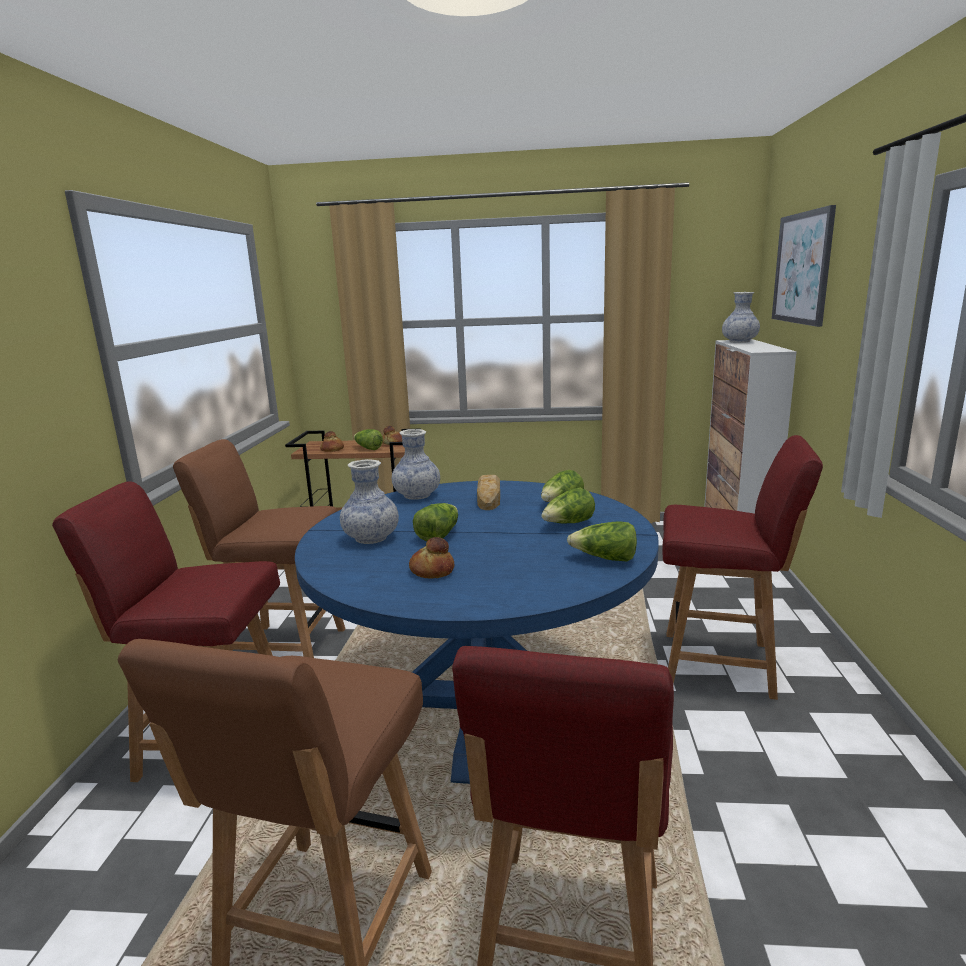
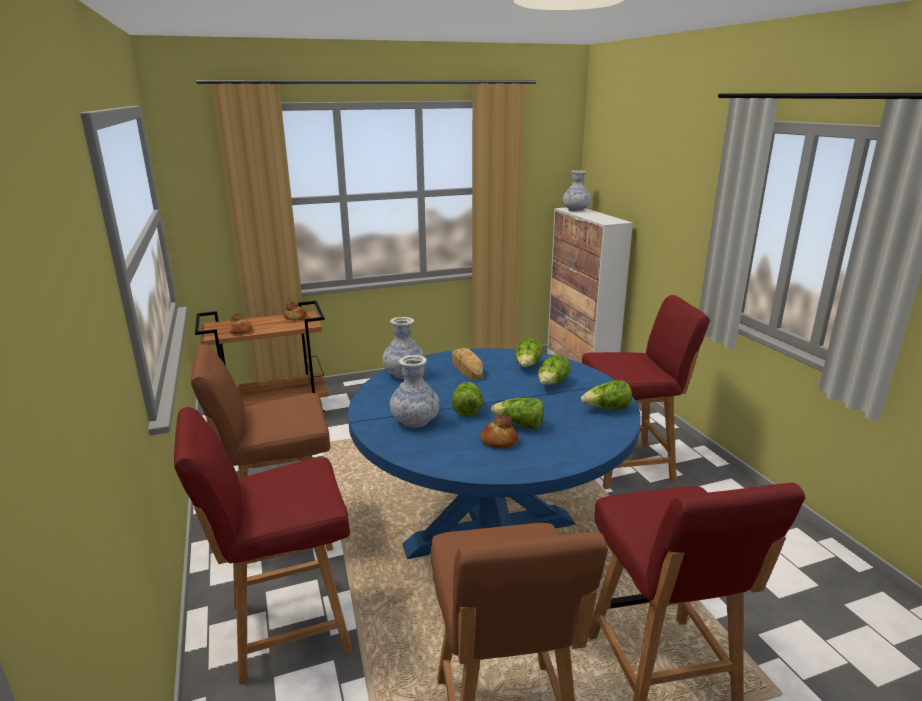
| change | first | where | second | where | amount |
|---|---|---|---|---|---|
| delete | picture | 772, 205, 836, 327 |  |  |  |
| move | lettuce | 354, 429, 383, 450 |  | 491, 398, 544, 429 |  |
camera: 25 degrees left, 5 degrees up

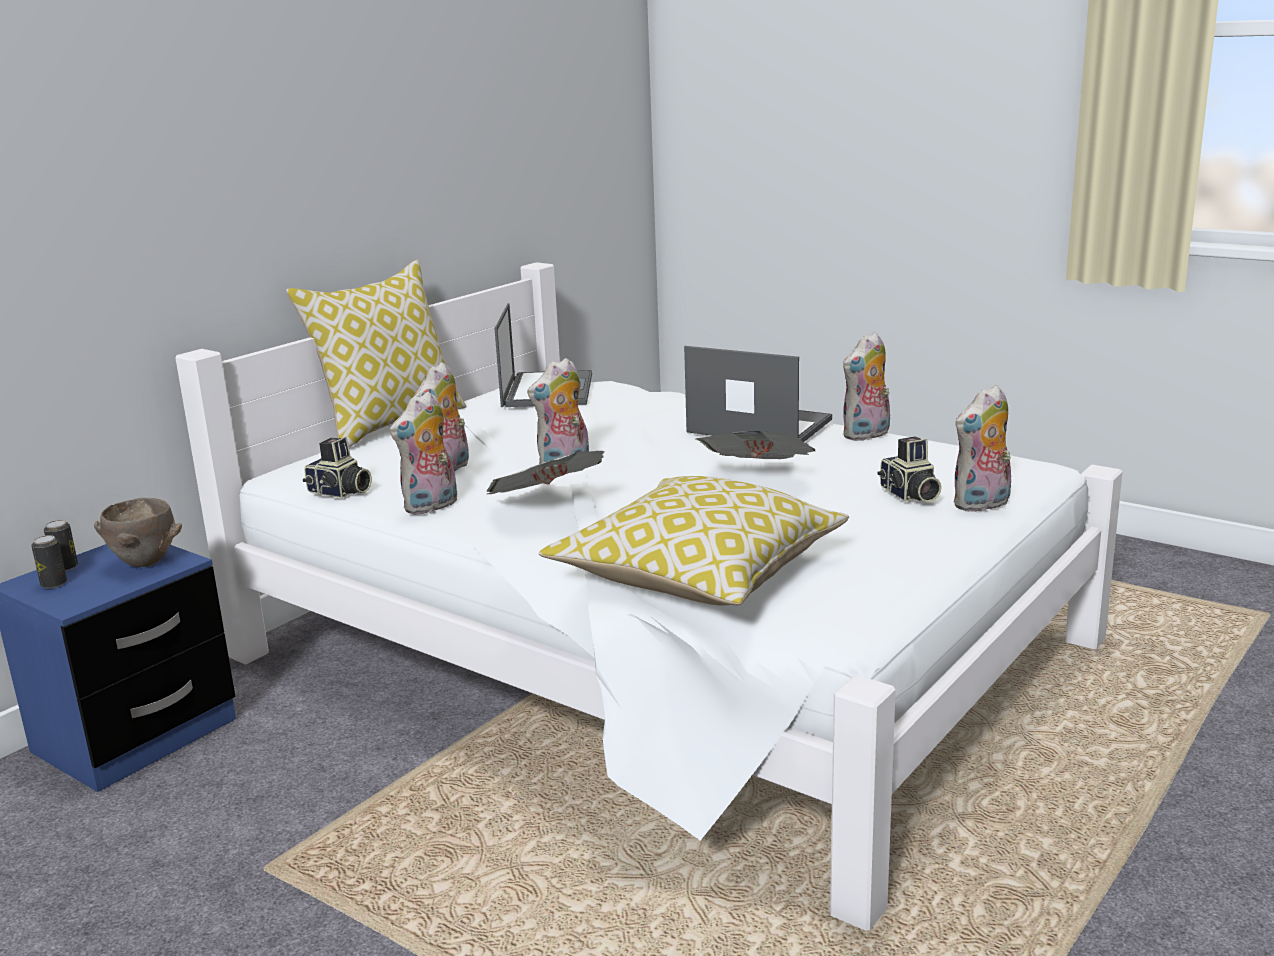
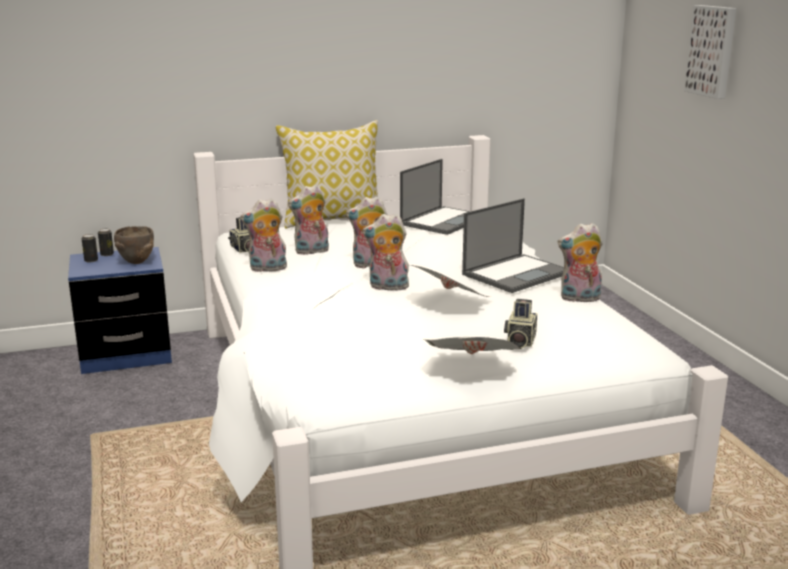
| change | first | where | second | where | amount |
|---|---|---|---|---|---|
| rotate | laptop | 684, 346, 832, 442 |  | 462, 198, 564, 293 | 75 degrees clockwise |
| move | plush toy | 953, 385, 1011, 512 |  | 363, 214, 409, 291 |  |
| move | newspaper | 487, 451, 604, 494 |  | 422, 337, 522, 354 |  |
| delete | pillow | 539, 476, 849, 606 |  |  |  |
| insert |  |  | picture | 684, 5, 736, 99 |  |
camera: 35 degrees right, 0 degrees up

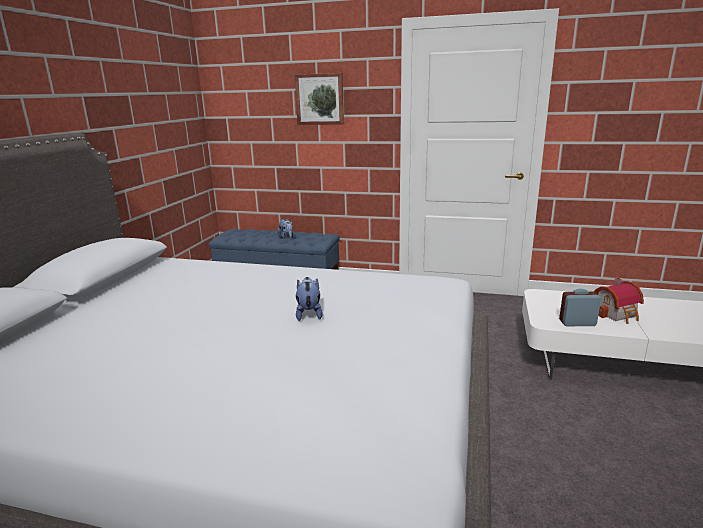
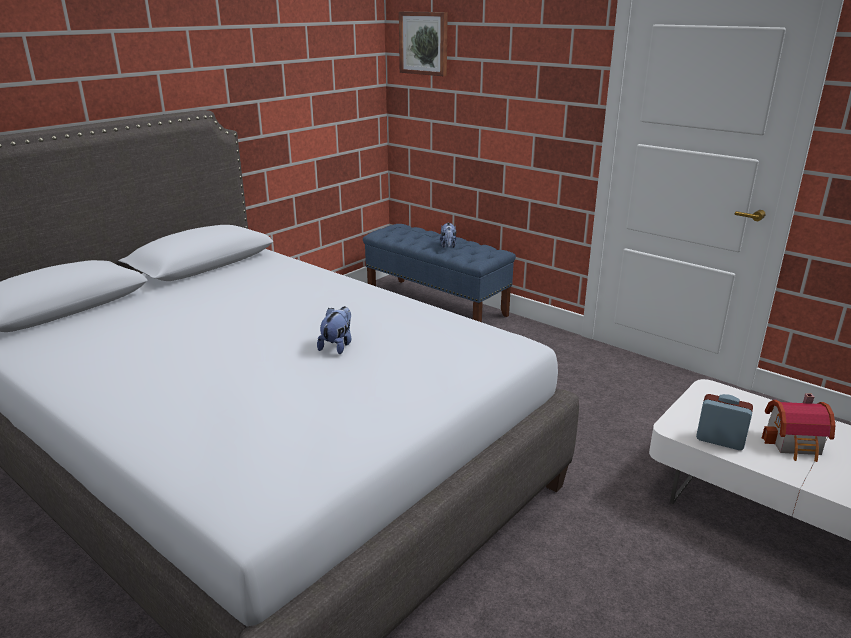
| change | first | where | second | where | amount |
|---|---|---|---|---|---|
| move | picture | 294, 73, 344, 125 |  | 399, 11, 448, 76 |  |
camera: 25 degrees right, 5 degrees up

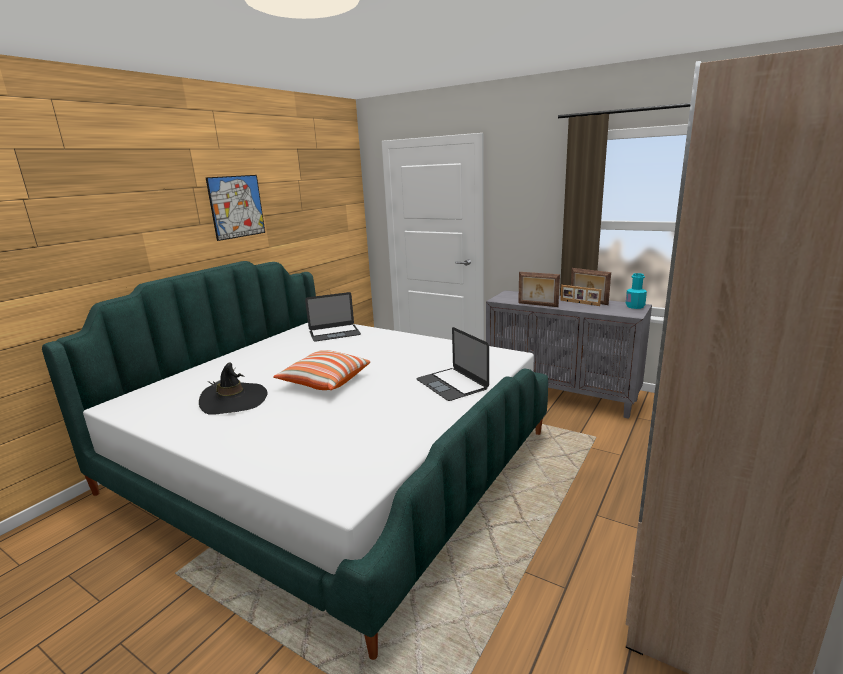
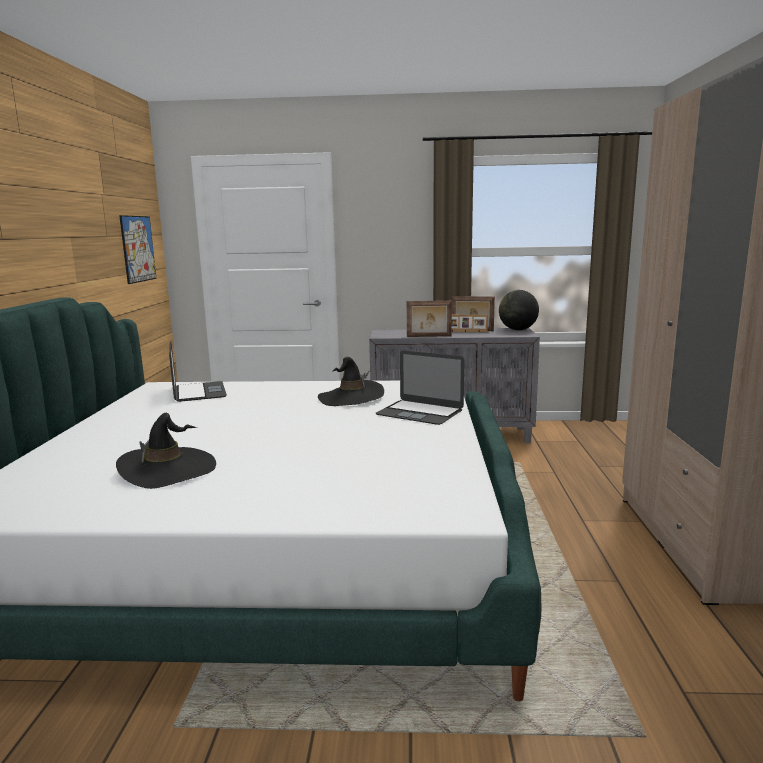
| change | first | where | second | where | amount |
|---|---|---|---|---|---|
| move | picture | 205, 175, 265, 241 |  | 119, 215, 157, 284 |  |
| replace | turquoise bottle | 626, 273, 647, 309 | globe | 499, 290, 539, 330 |  |
| rotate | laptop | 305, 292, 361, 342 |  | 169, 342, 227, 402 | 60 degrees counterclockwise |
| delete | pillow | 273, 350, 370, 390 |  |  |  |
| insert |  |  | black hat | 318, 357, 384, 406 |  |
camera: 30 degrees left, 5 degrees down

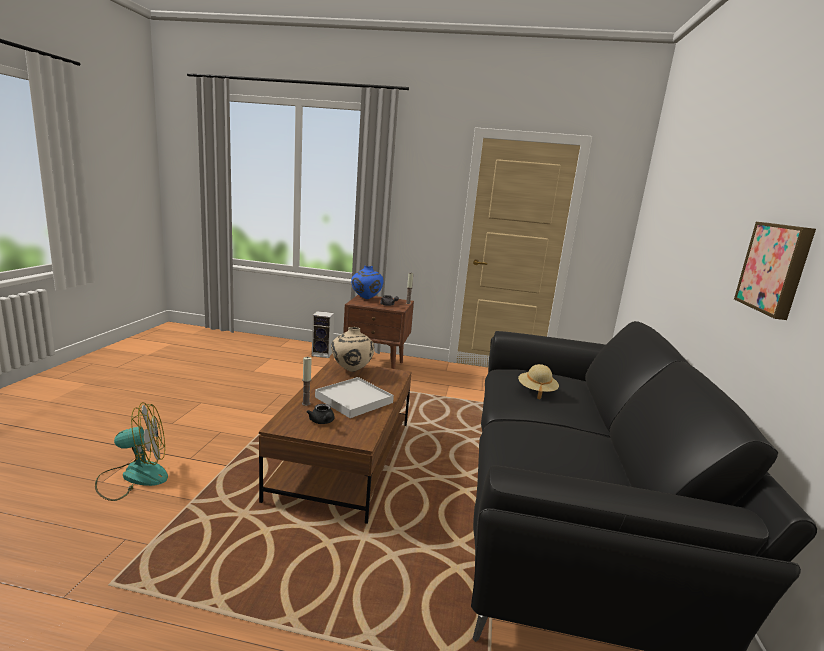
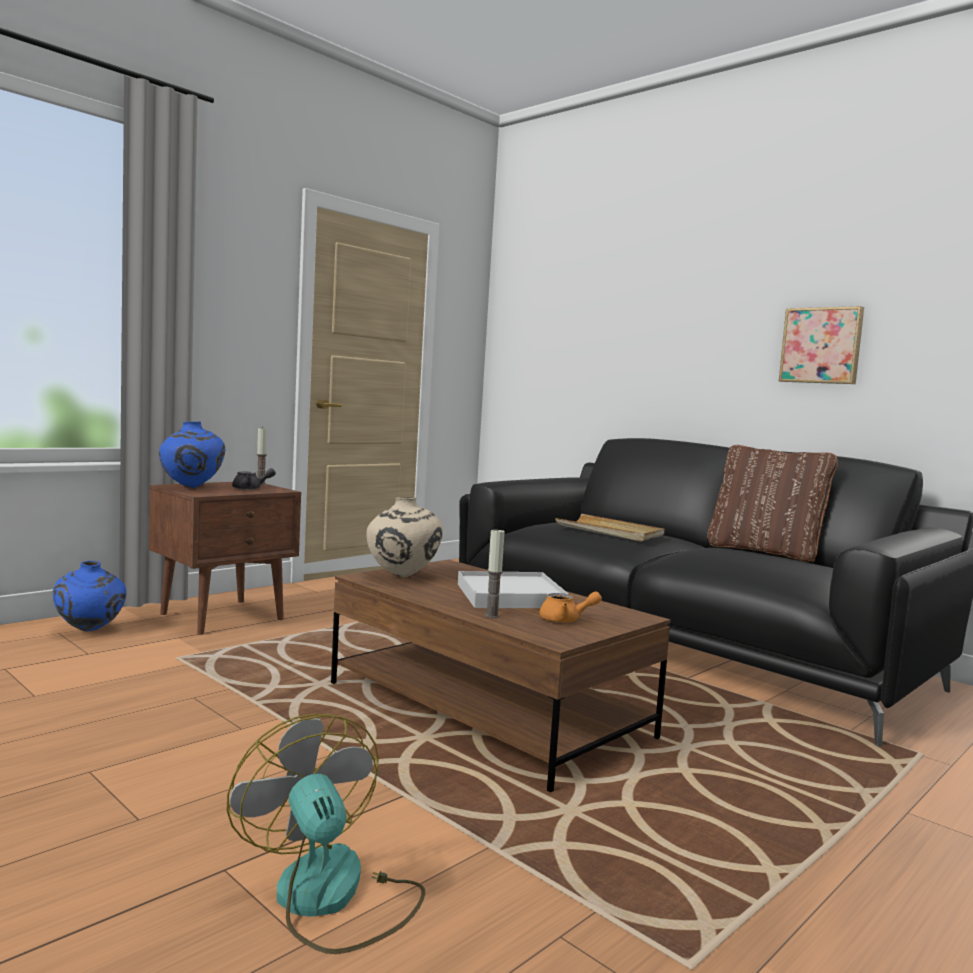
| change | first | where | second | where | amount |
|---|---|---|---|---|---|
| replace | speaker | 312, 311, 334, 358 | blue vase | 53, 561, 126, 631 |  |
| replace | beige hat | 518, 364, 559, 400 | beige tray | 555, 514, 664, 541 |  |
| rotate | fan | 95, 402, 168, 501 |  | 227, 713, 425, 954 | 45 degrees counterclockwise |
| recolor | black teapot | 307, 404, 335, 424 | orange teapot | 540, 592, 602, 623 |  |
| insert |  |  | brown pillow | 707, 445, 838, 562 |  |
camera: 55 degrees left, 10 degrees down

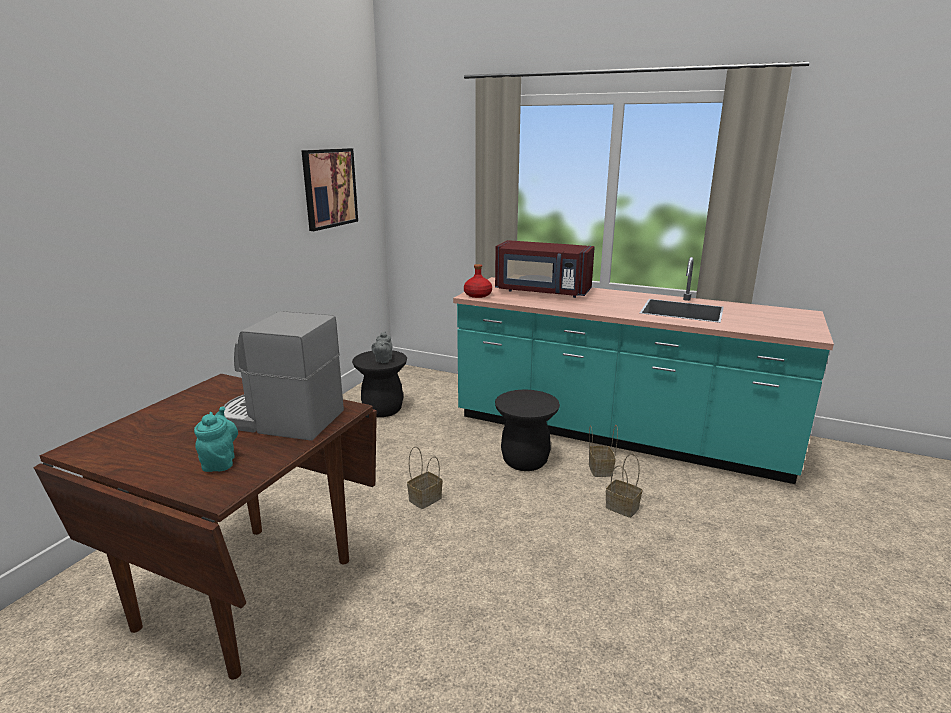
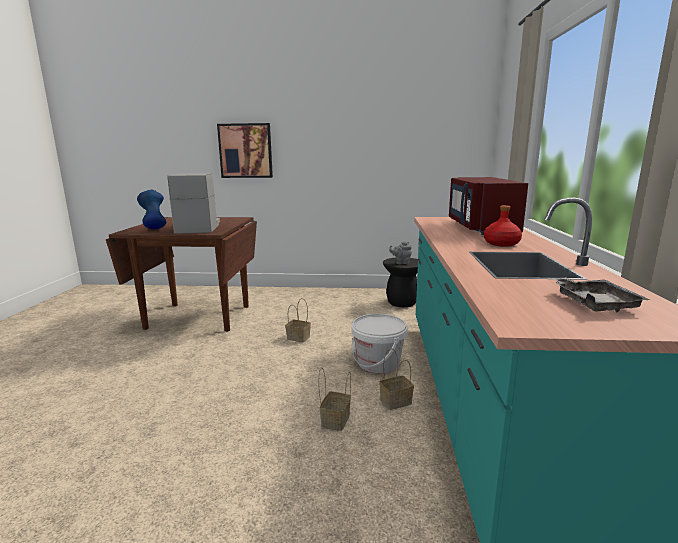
| change | first | where | second | where | amount |
|---|---|---|---|---|---|
| move | picture | 301, 148, 358, 231 |  | 217, 123, 273, 178 |  |
| move | red bottle | 464, 264, 492, 298 |  | 484, 205, 522, 247 |  |
| replace | black stool | 495, 389, 560, 471 | white bucket | 351, 314, 408, 373 |  |
| replace | turquoise teapot | 194, 407, 238, 472 | blue vase | 137, 190, 166, 230 |  |
| insert |  |  | grey tray | 551, 277, 650, 312 |  |
camera: 70 degrees right, 5 degrees down

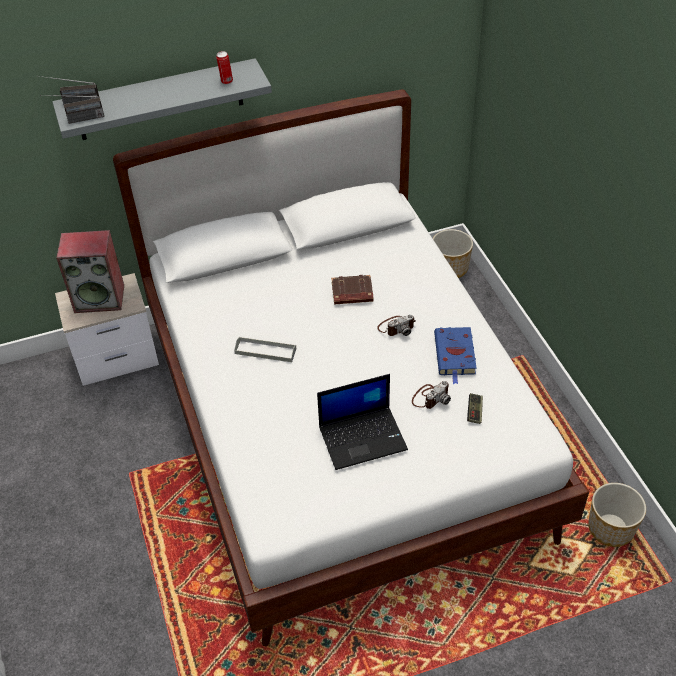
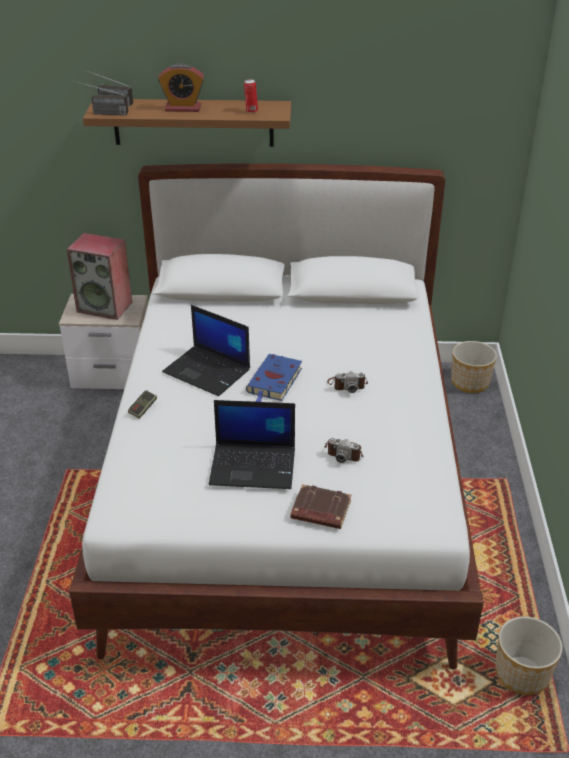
| change | first | where | second | where | amount |
|---|---|---|---|---|---|
| recolor | grey shelf | 52, 58, 272, 140 | brown shelf | 83, 99, 291, 147 |  |
| move | brown book | 331, 275, 374, 304 |  | 291, 484, 351, 529 |  |
| move | blue book | 434, 327, 477, 384 |  | 246, 354, 302, 402 |  |
| replace | grey tray | 234, 337, 296, 362 | laptop | 162, 305, 250, 396 |  |
| rotate | photo camera | 412, 381, 451, 409 |  | 324, 438, 364, 463 | 45 degrees clockwise |
| move | game controller | 467, 393, 483, 424 |  | 128, 390, 157, 419 |  |
| insert |  |  | alarm clock | 158, 63, 204, 112 |  |
camera: 20 degrees right, 10 degrees down

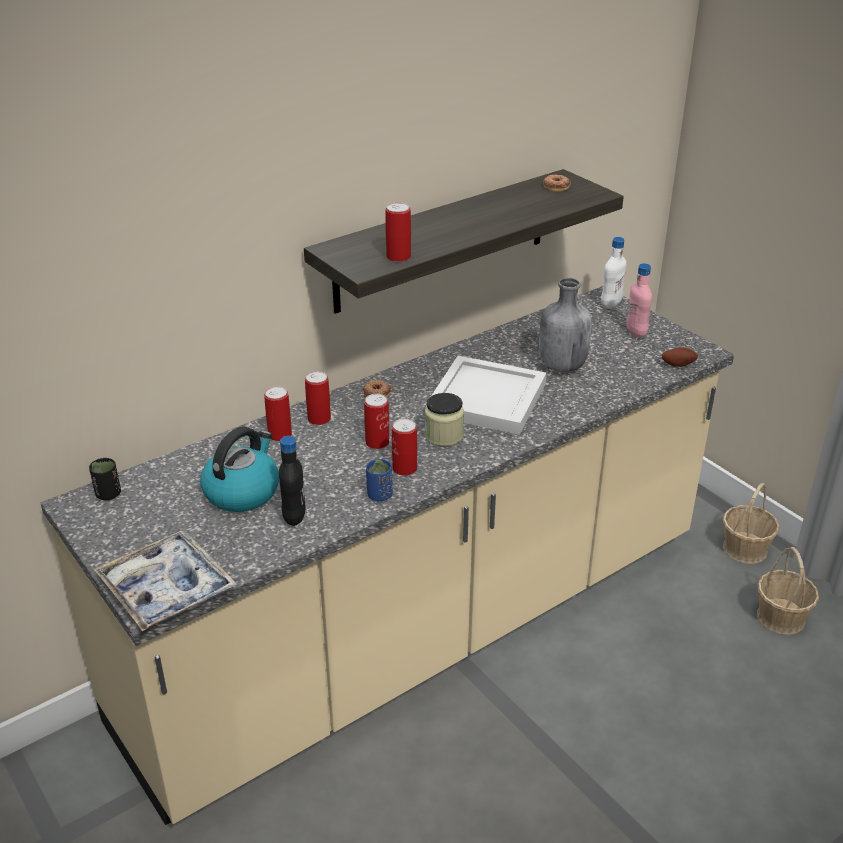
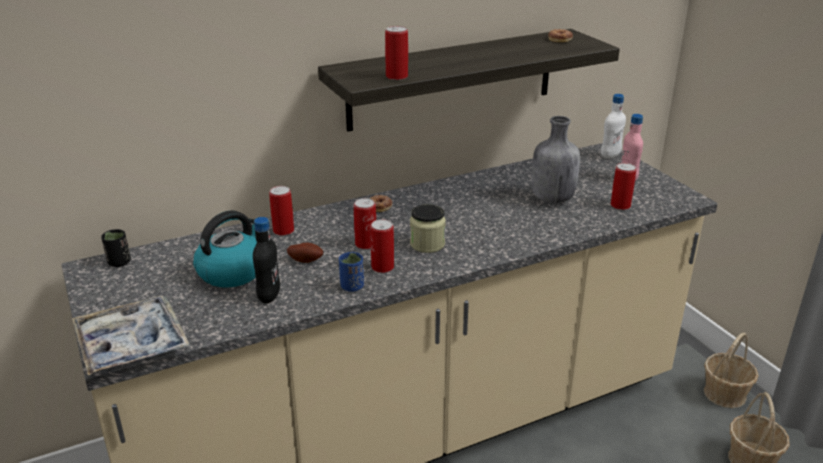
| change | first | where | second | where | amount |
|---|---|---|---|---|---|
| move | potato | 662, 347, 698, 367 |  | 287, 242, 323, 263 |  |
| delete | white tray | 426, 356, 547, 435 |  |  |  |
| move | can | 305, 371, 331, 425 |  | 611, 163, 636, 210 |  |
camera: 10 degrees right, 5 degrees down

